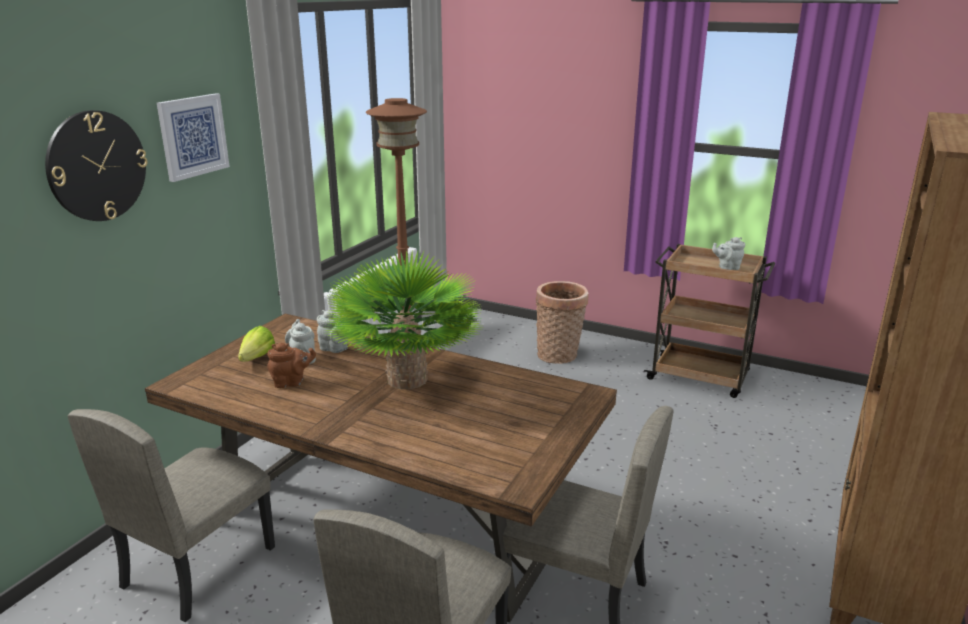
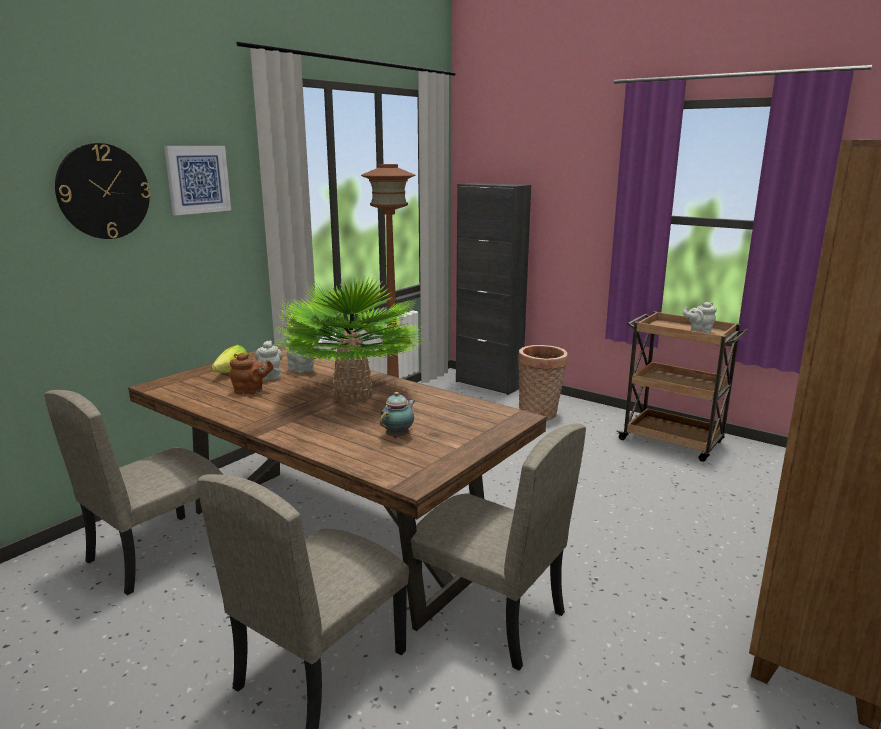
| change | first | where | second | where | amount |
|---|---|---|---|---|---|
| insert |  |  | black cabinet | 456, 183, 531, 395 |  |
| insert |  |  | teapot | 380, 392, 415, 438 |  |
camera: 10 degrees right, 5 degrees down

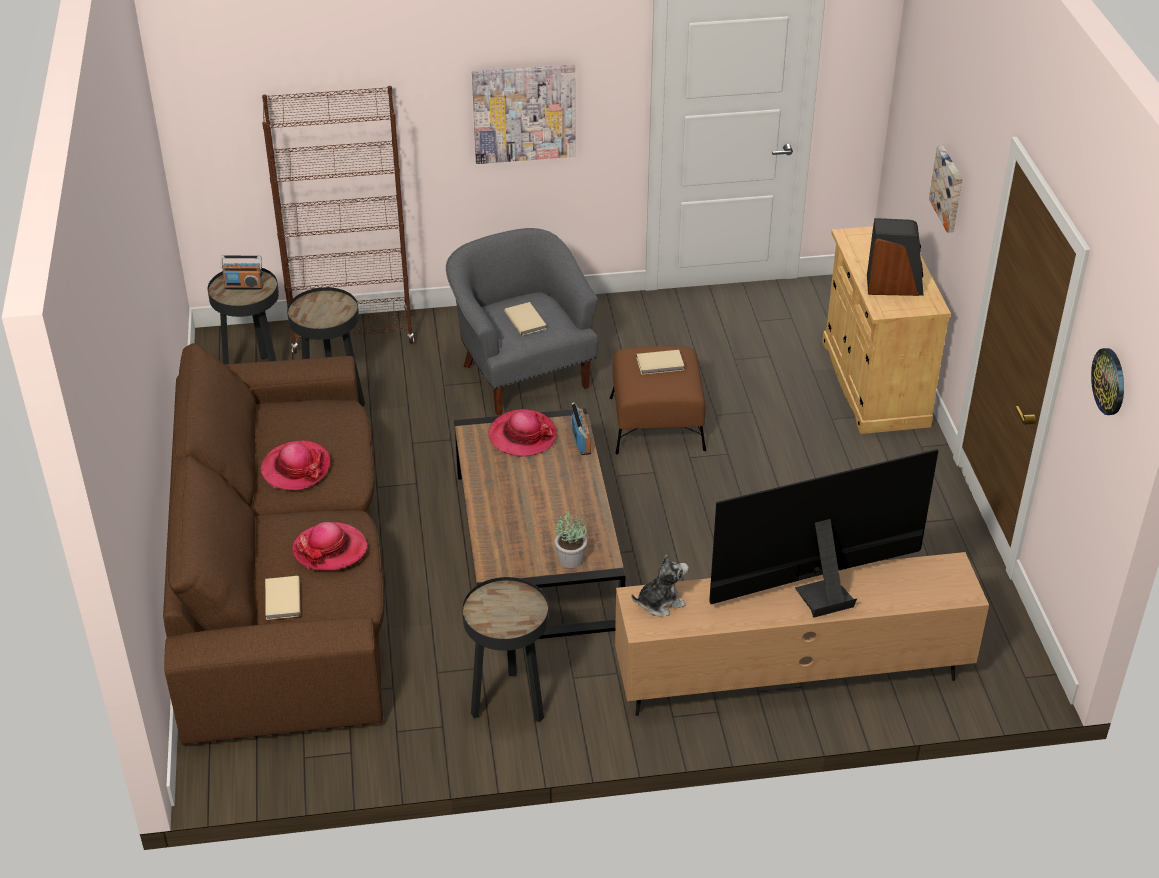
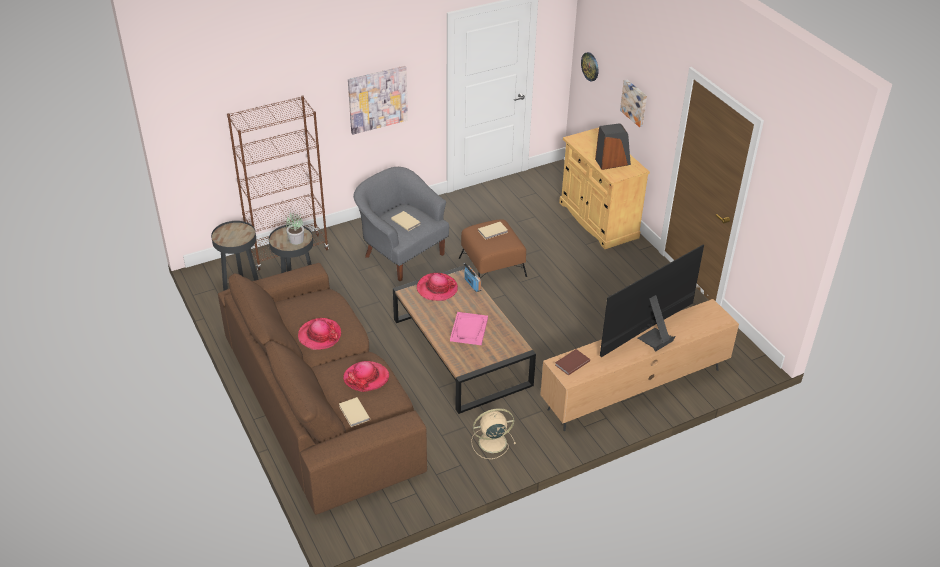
| change | first | where | second | where | amount |
|---|---|---|---|---|---|
| delete | radio | 221, 256, 263, 290 |  |  |  |
| move | wall clock | 1091, 348, 1124, 415 |  | 581, 52, 598, 82 |  |
| move | potted plant | 555, 510, 587, 568 |  | 286, 212, 304, 245 |  |
| replace | plush toy | 631, 554, 689, 616 | brown book | 555, 349, 590, 376 |  |
| replace | black side table | 462, 577, 549, 722 | beige fan | 471, 408, 516, 459 |  |
| insert |  |  | pink tray | 450, 312, 488, 345 |  |
camera: 20 degrees left, 0 degrees up

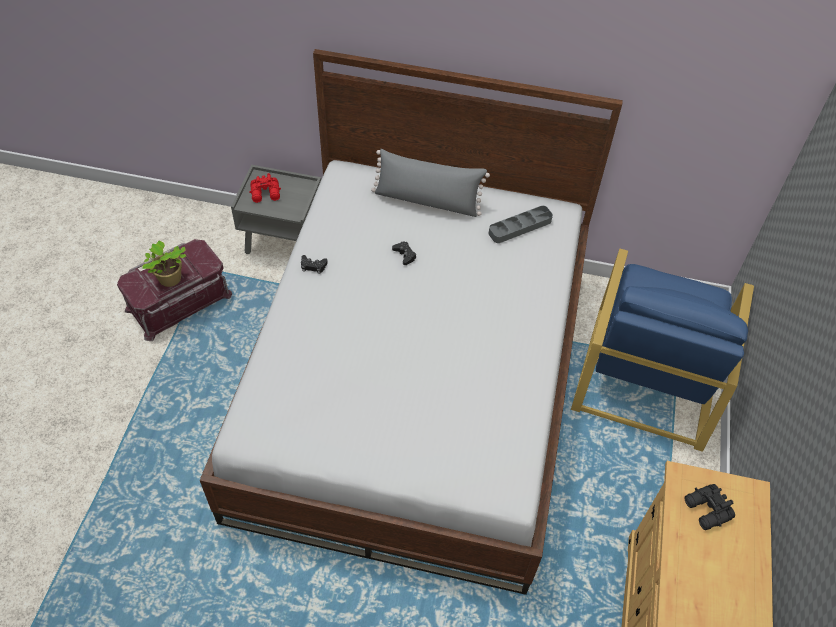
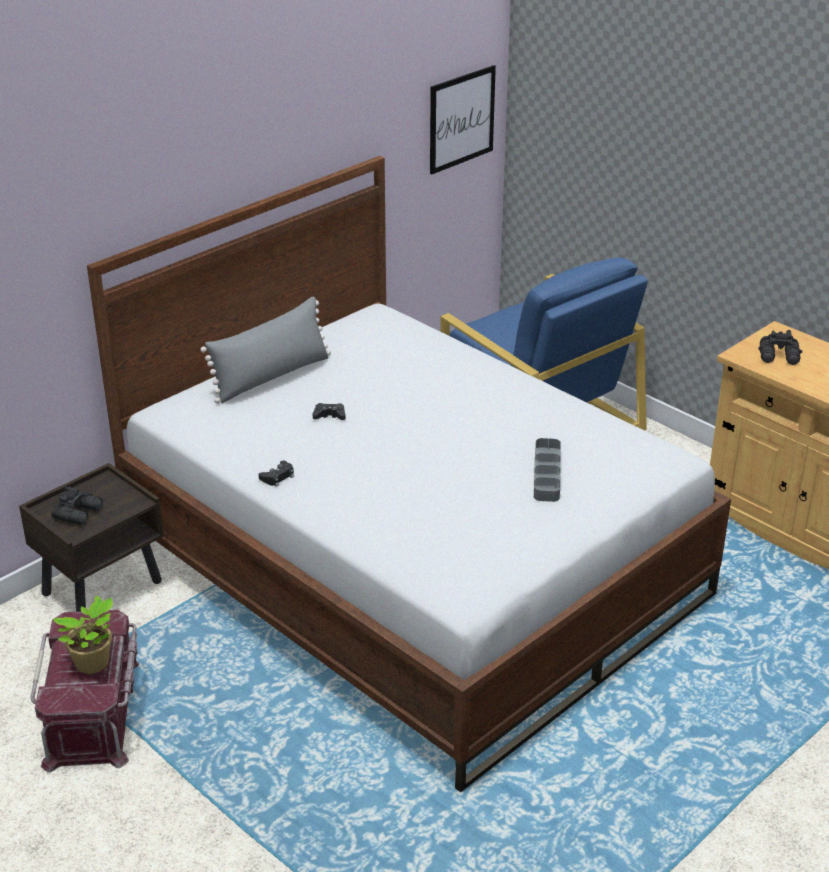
| change | first | where | second | where | amount |
|---|---|---|---|---|---|
| recolor | grey nightstand | 231, 165, 321, 254 | brown nightstand | 19, 463, 164, 612 |  |
| recolor | red binoculars | 249, 173, 281, 203 | black binoculars | 52, 486, 103, 525 |  |
| move | grey tray | 489, 206, 553, 243 |  | 534, 438, 561, 502 |  |
| insert |  |  | picture | 430, 65, 496, 174 |  |
camera: 55 degrees left, 20 degrees down

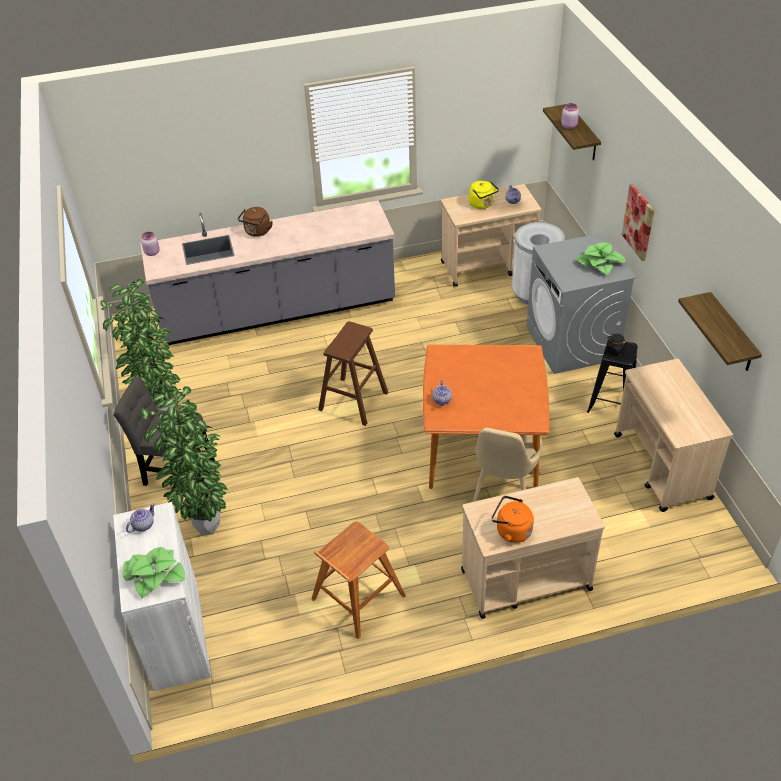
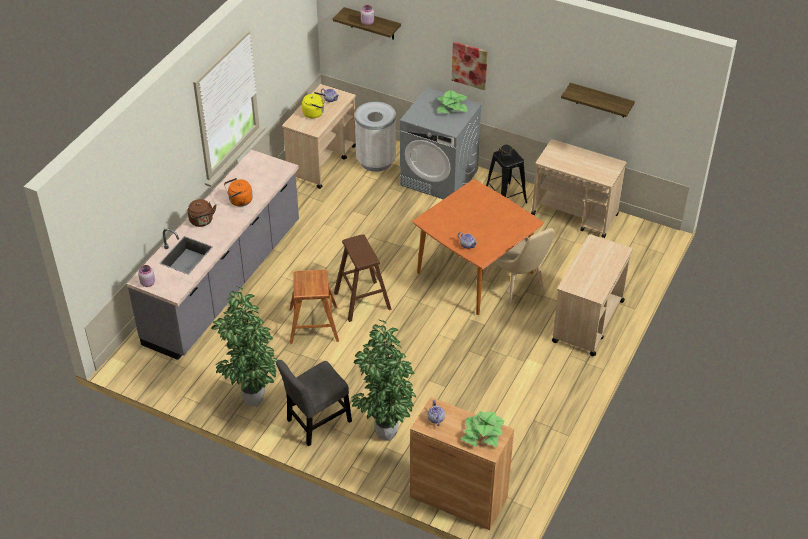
| change | first | where | second | where | amount |
|---|---|---|---|---|---|
| move | orange kettle | 491, 496, 534, 543 |  | 224, 178, 253, 207 |  |
| recolor | white cabinet | 113, 502, 211, 691 | brown cabinet | 410, 397, 514, 530 |  |
| move | brown stool | 311, 521, 406, 640 |  | 289, 270, 339, 344 |  |
camera: 50 degrees left, 0 degrees up

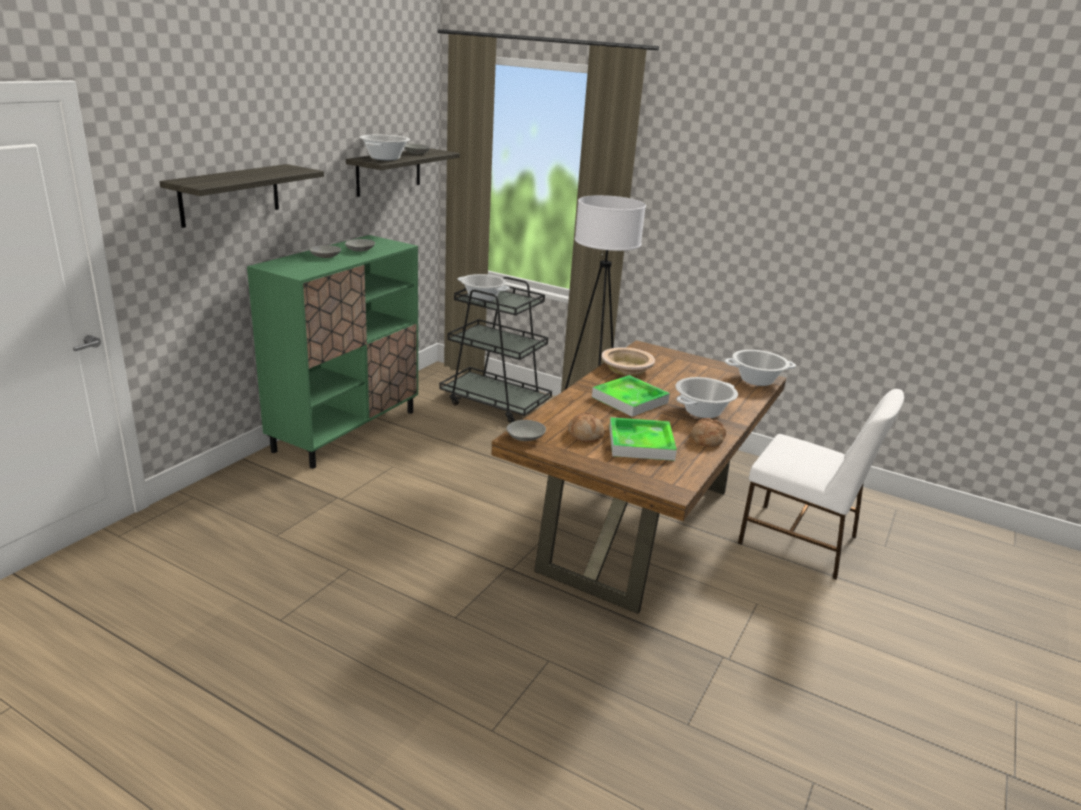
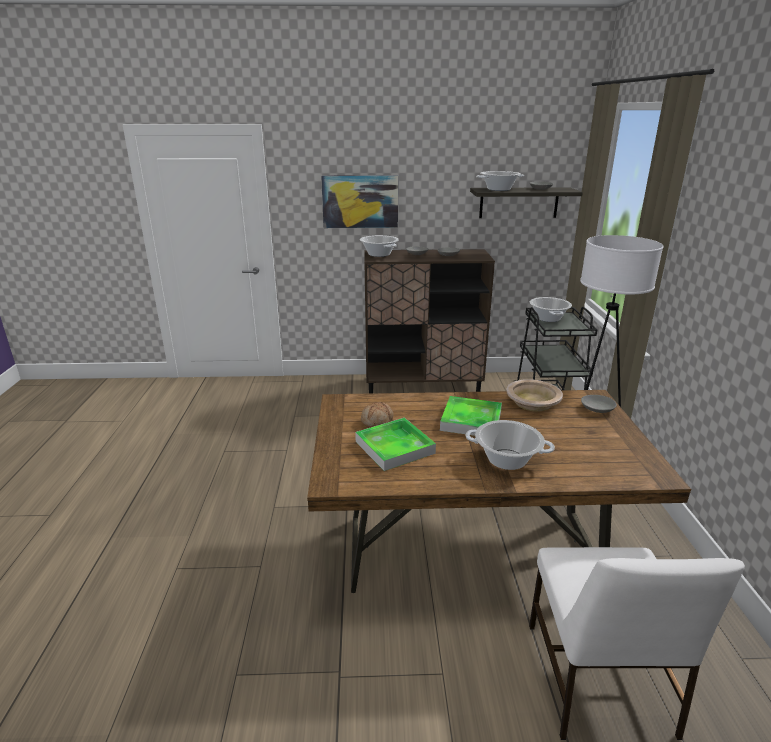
| change | first | where | second | where | amount |
|---|---|---|---|---|---|
| replace | shelf | 159, 164, 324, 228 | picture | 321, 175, 398, 228 |  |
| recolor | green cabinet | 247, 235, 418, 469 | brown cabinet | 364, 249, 495, 394 |  |
| move | cooking pot | 725, 350, 796, 386 |  | 360, 235, 399, 257 |  |
| delete | bread | 691, 418, 726, 447 |  |  |  |
| move | grey bowl | 506, 420, 546, 441 |  | 581, 395, 617, 413 |  |
camera: 60 degrees right, 0 degrees up

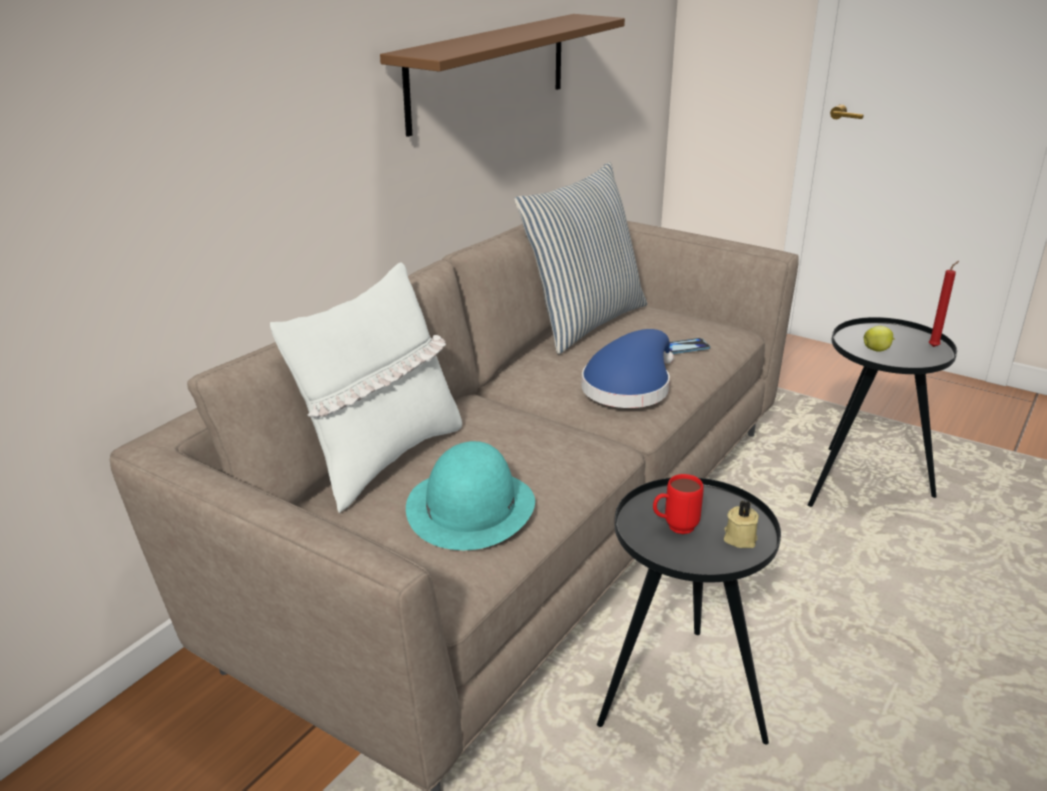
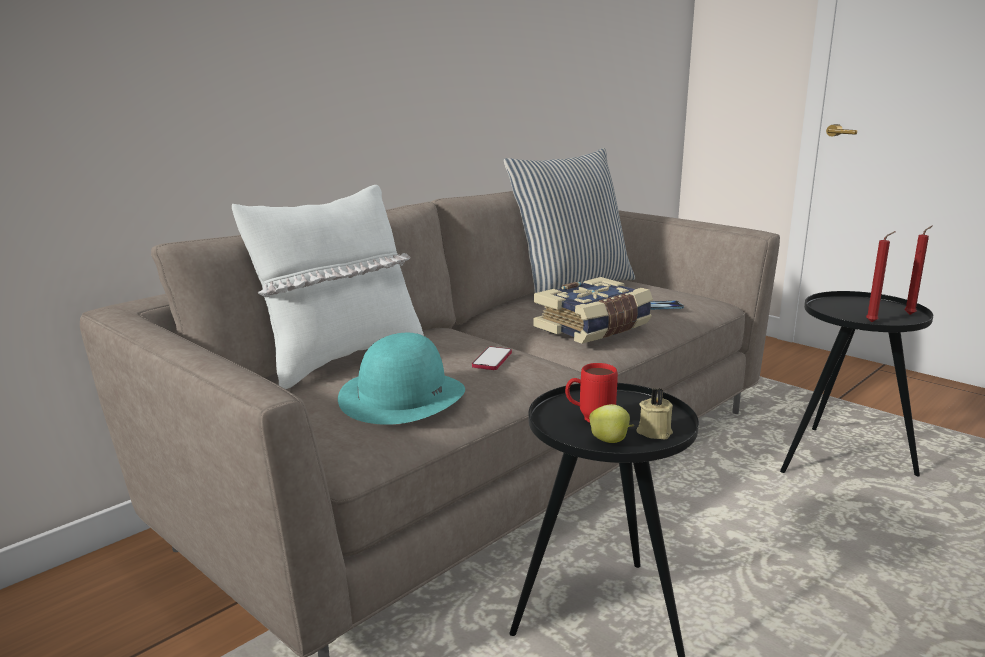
| change | first | where | second | where | amount |
|---|---|---|---|---|---|
| delete | brown shelf | 380, 14, 625, 137 |  |  |  |
| move | apple | 864, 326, 895, 352 |  | 589, 404, 634, 443 |  |
| replace | blue hat | 581, 329, 674, 408 | book | 533, 277, 653, 344 |  |
| insert |  |  | red candle | 866, 231, 896, 322 |  |
| insert |  |  | phone | 472, 347, 512, 370 |  |
camera: 10 degrees right, 10 degrees down

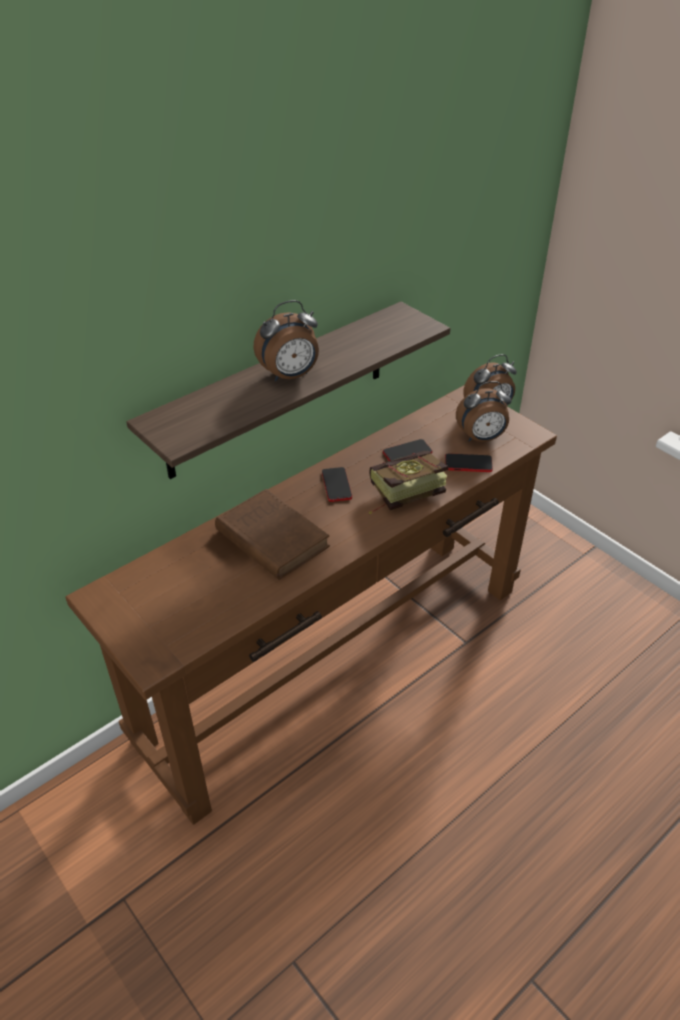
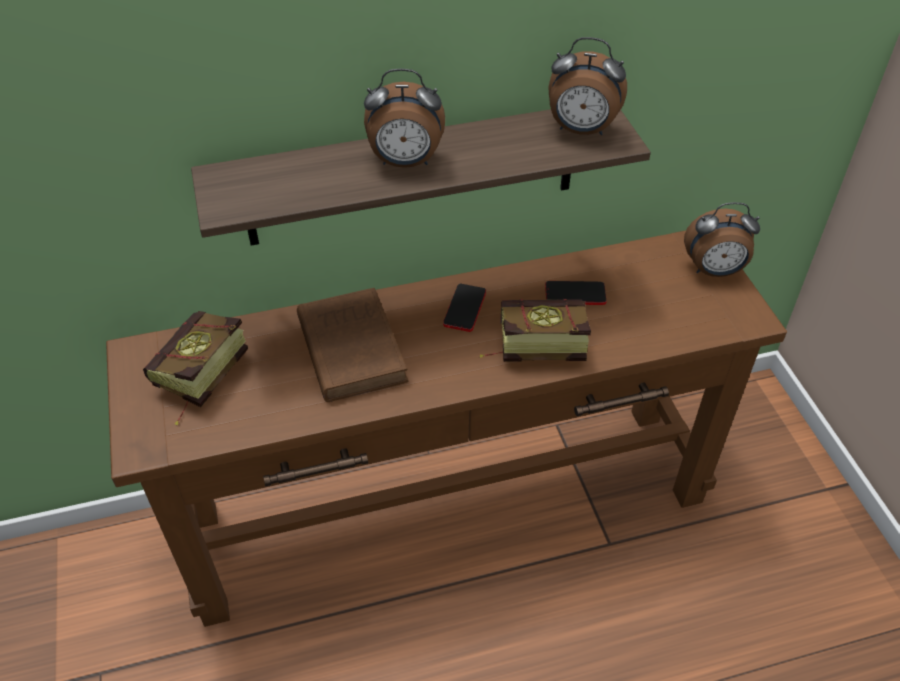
| change | first | where | second | where | amount |
|---|---|---|---|---|---|
| move | alarm clock | 456, 381, 512, 442 |  | 548, 37, 627, 135 |  |
| delete | phone | 445, 453, 493, 472 |  |  |  |
| insert |  |  | book | 143, 311, 248, 426 |  |
camera: 25 degrees right, 5 degrees up

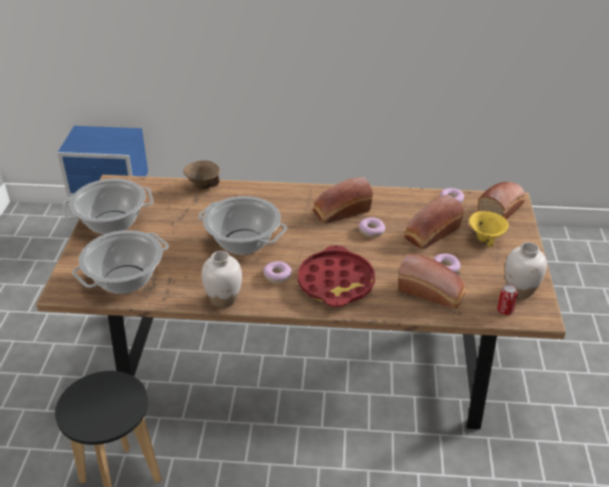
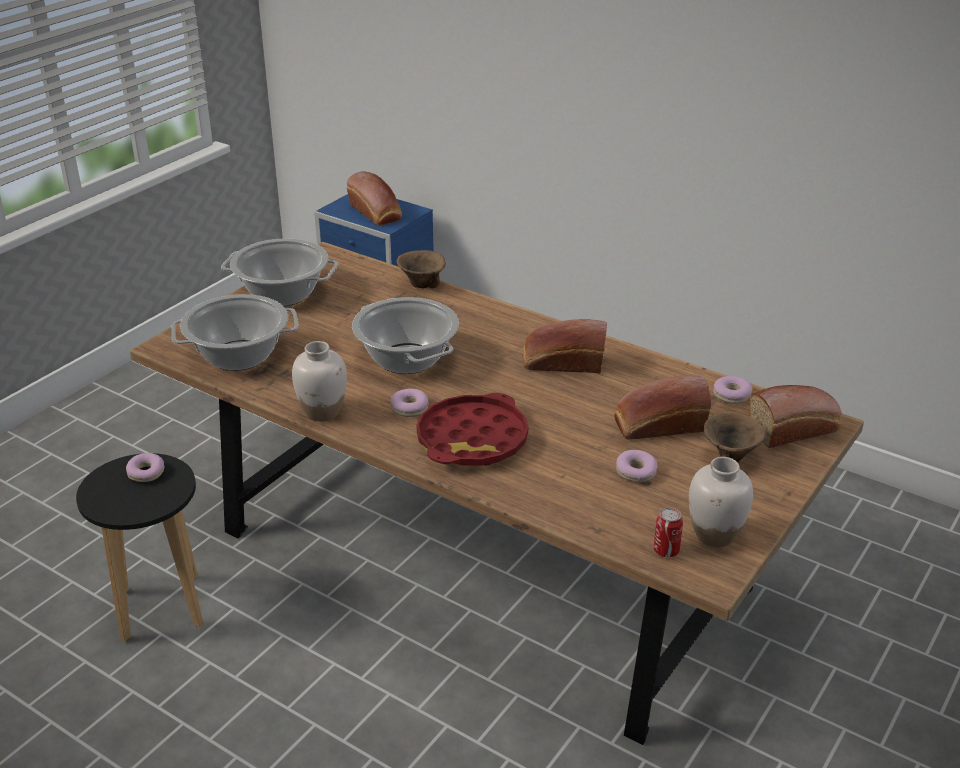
| change | first | where | second | where | amount |
|---|---|---|---|---|---|
| recolor | yellow bowl | 469, 211, 509, 247 | brown bowl | 704, 412, 766, 462 |  |
| move | donut | 359, 217, 385, 237 |  | 126, 453, 164, 482 |  |
| move | bread | 398, 254, 466, 309 |  | 347, 171, 402, 226 |  |
camera: 30 degrees right, 5 degrees down

